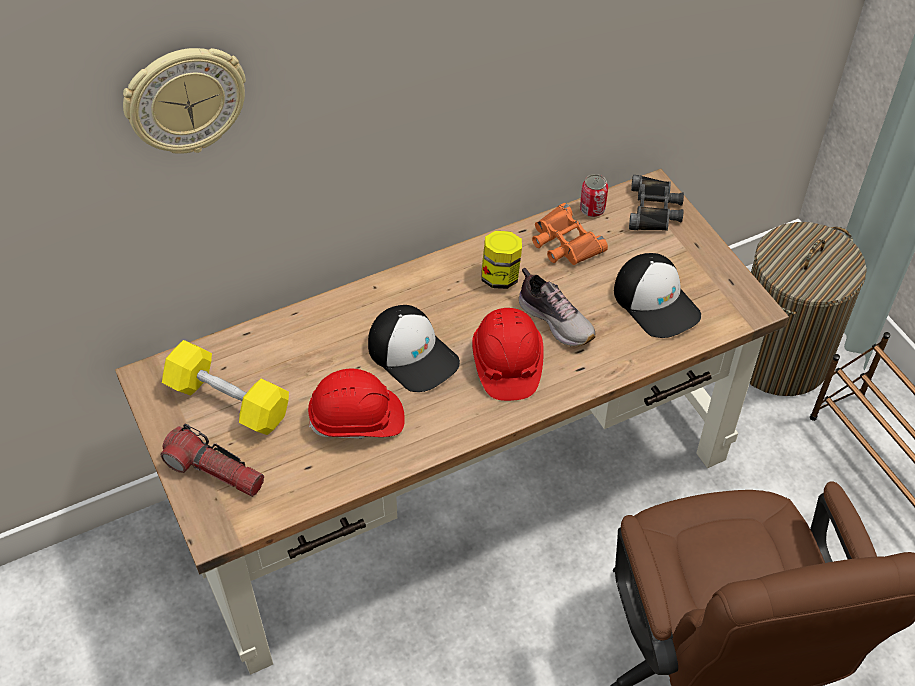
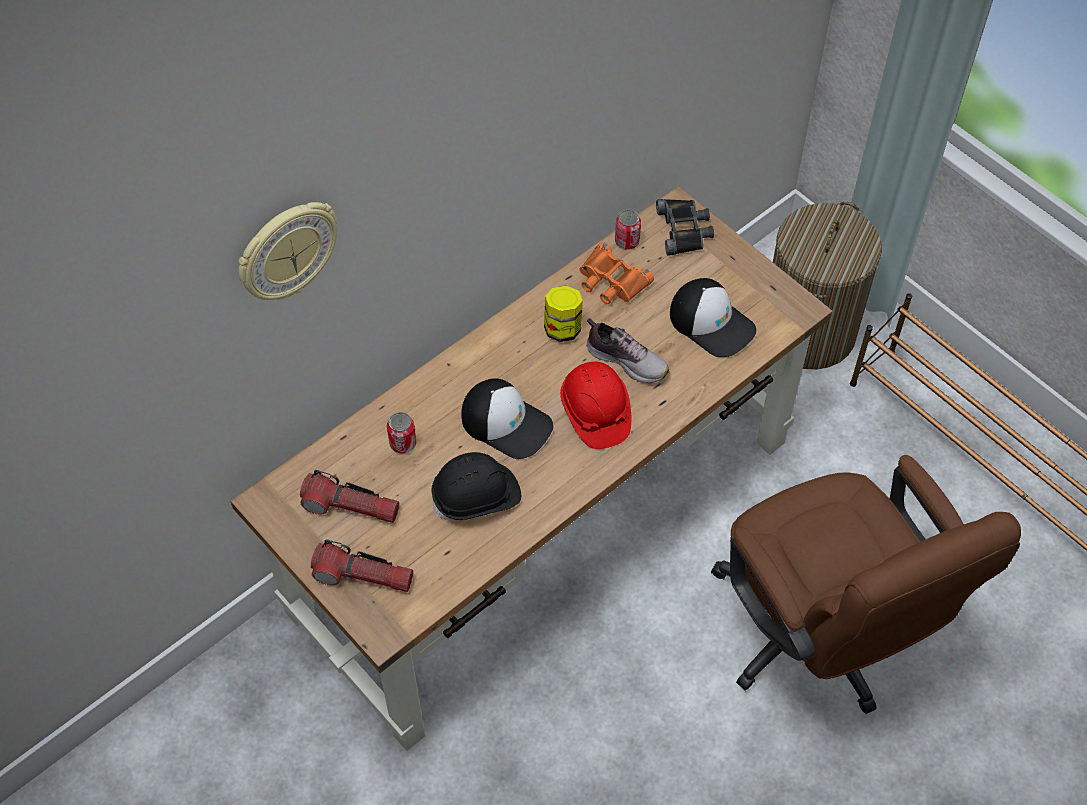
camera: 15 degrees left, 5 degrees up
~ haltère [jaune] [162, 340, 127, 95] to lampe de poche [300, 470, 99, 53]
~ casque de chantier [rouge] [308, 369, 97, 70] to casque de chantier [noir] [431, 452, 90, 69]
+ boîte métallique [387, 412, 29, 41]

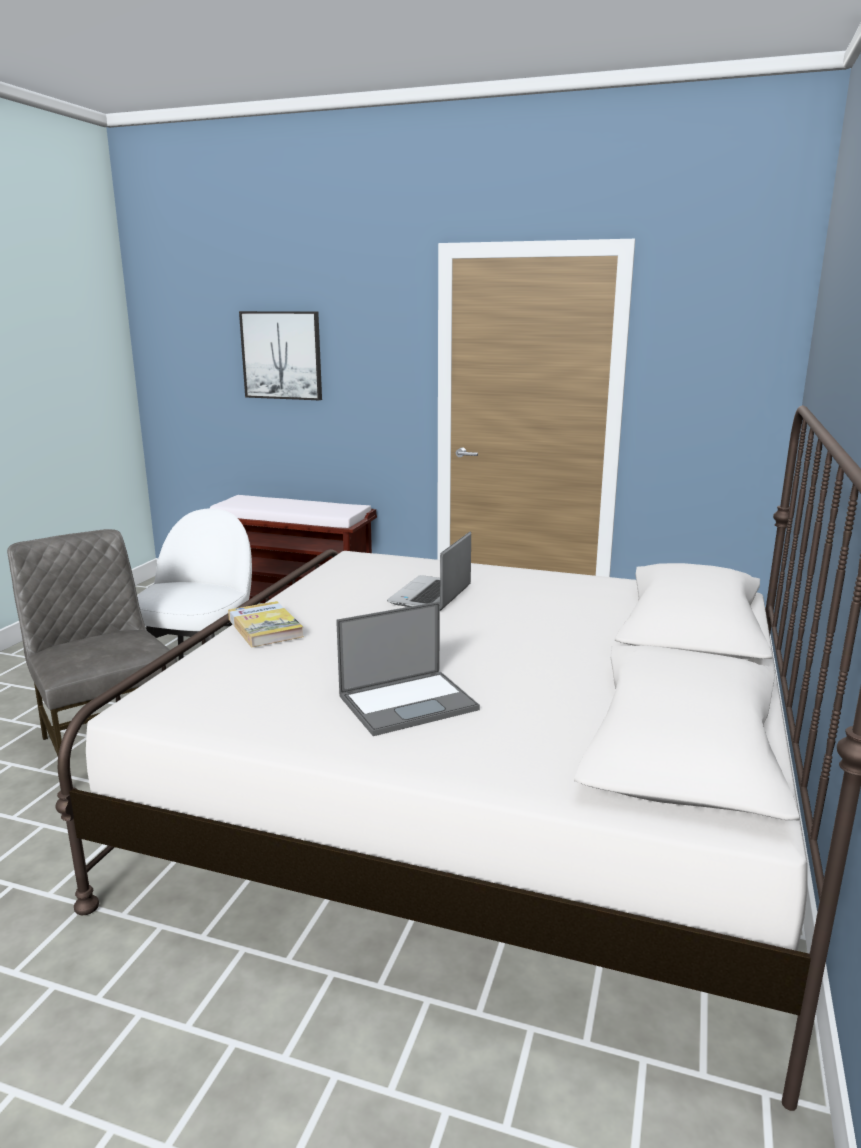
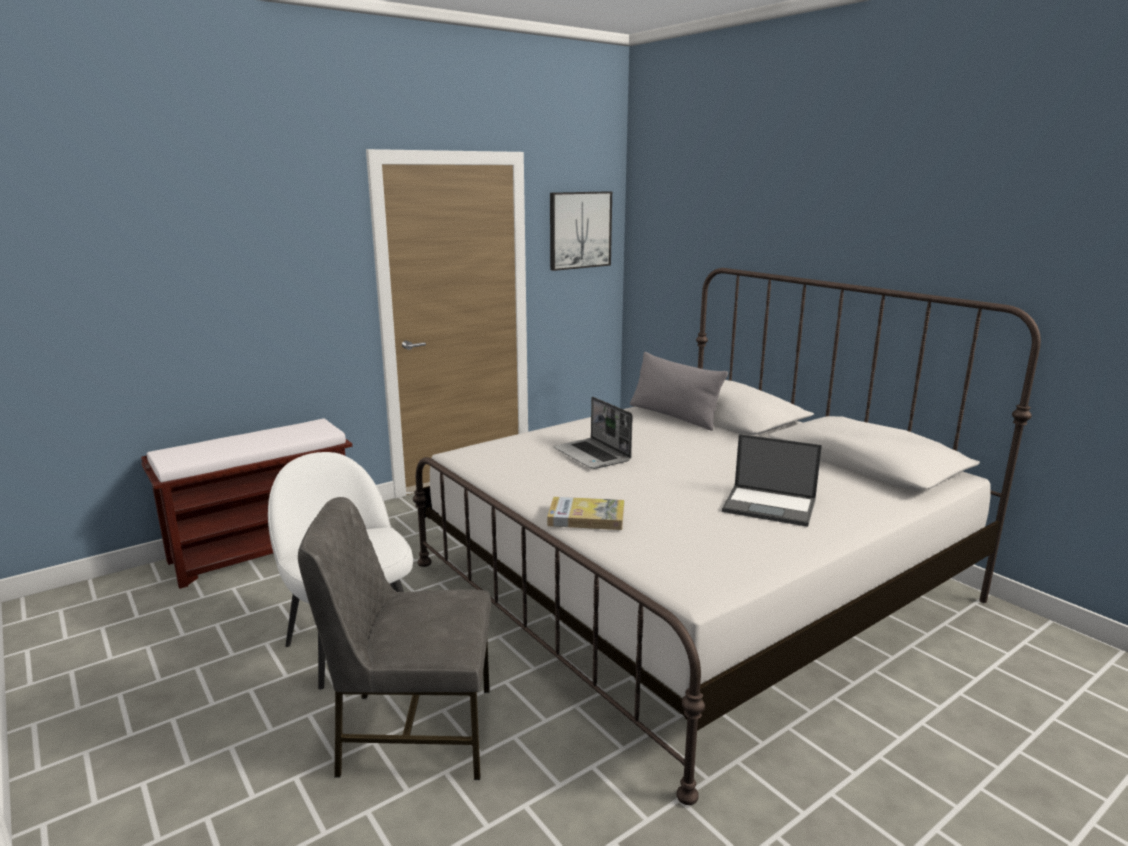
camera: 55 degrees left, 0 degrees up
~ tableau [239, 311, 83, 89] to [550, 191, 62, 80]
~ ordinateur portable [336, 602, 144, 134] = [722, 434, 100, 93] 105 degrees clockwise
+ coussin [gris] [630, 352, 98, 79]

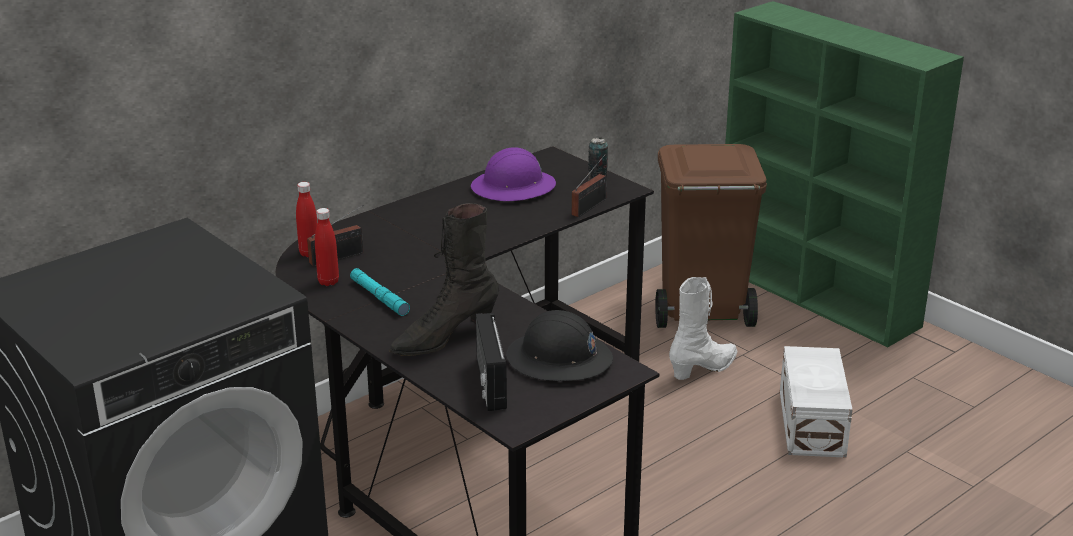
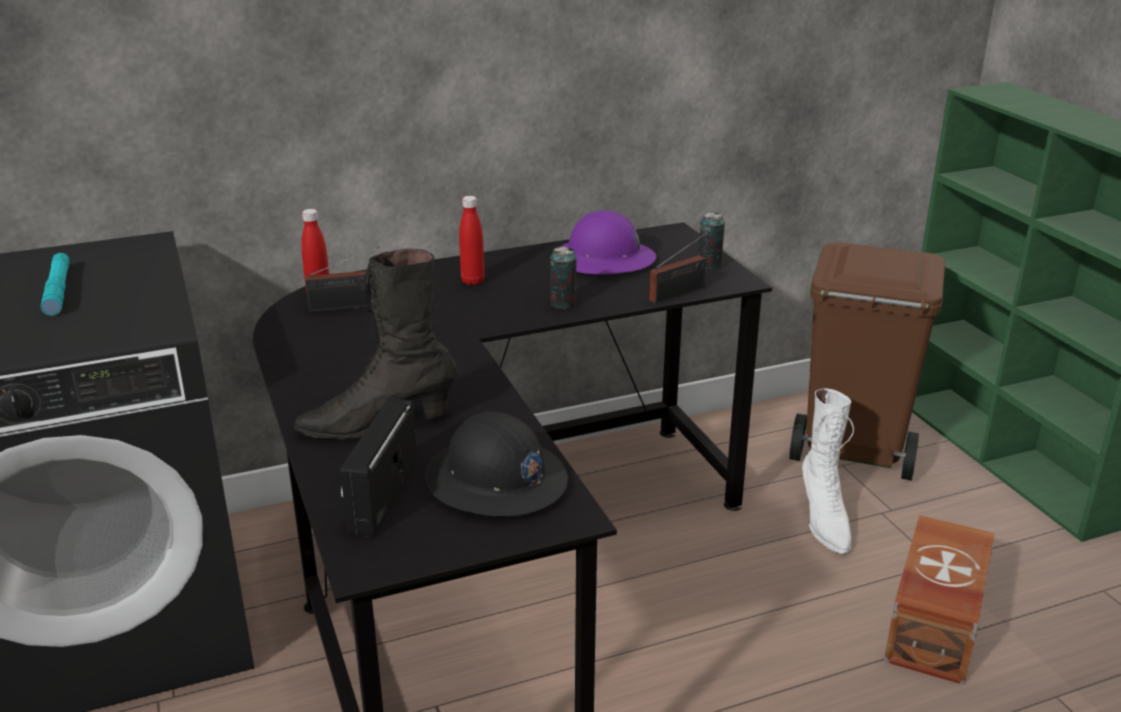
camera: 20 degrees right, 0 degrees up
~ bouteille [rouge] [315, 208, 24, 78] to [459, 196, 26, 89]
~ lampe de poche [turquoise] [350, 268, 60, 48] to [41, 253, 29, 63]
~ botte [blanc] [669, 277, 68, 103] = [802, 389, 52, 165] 105 degrees clockwise
~ boîte de rangement [blanc] [780, 346, 73, 112] to boîte de rangement [marron] [884, 515, 111, 170]
+ boîte métallique [550, 246, 26, 63]

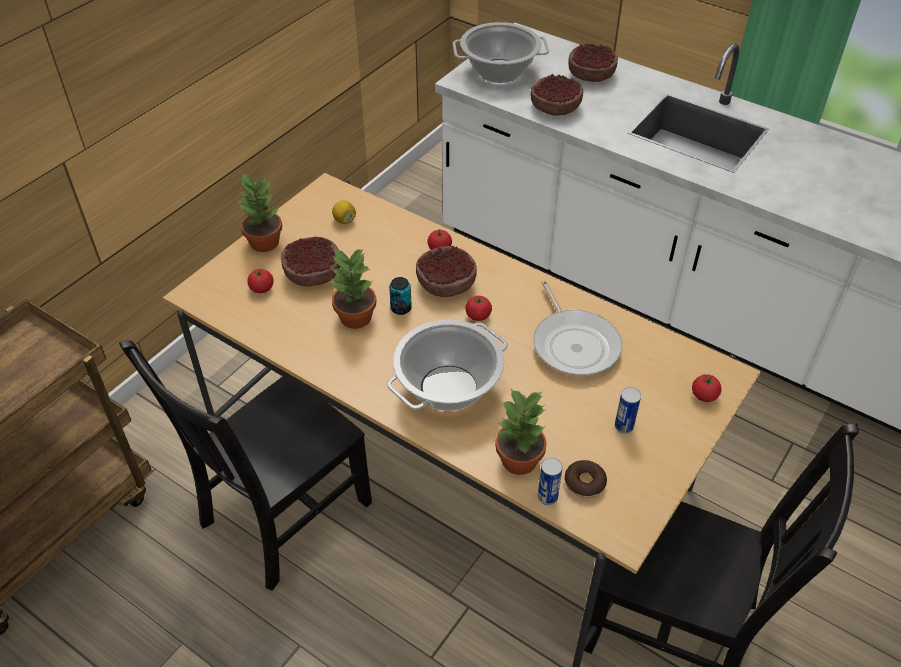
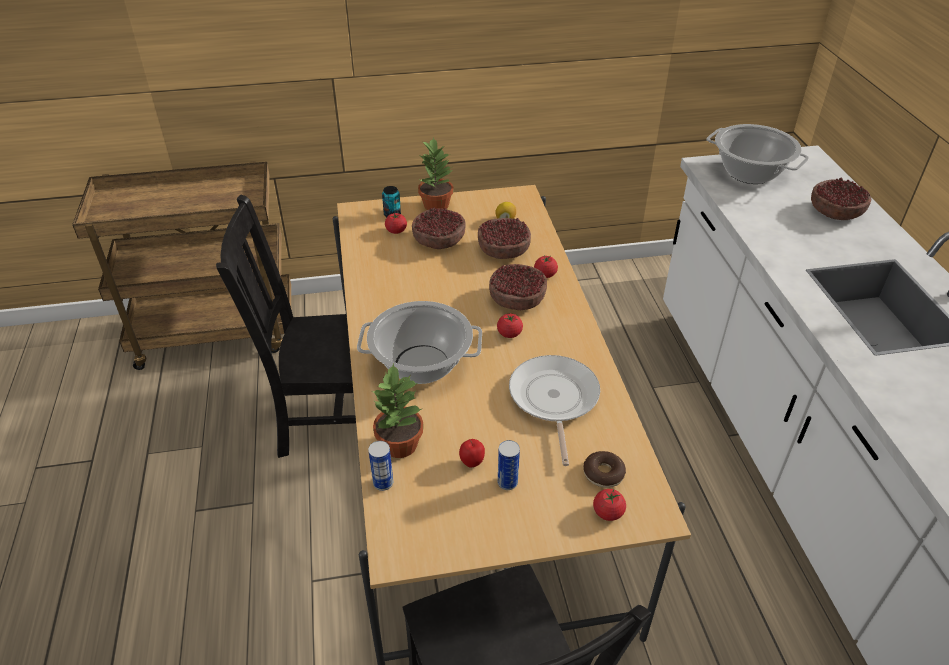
camera: 45 degrees right, 5 degrees down
- plante en pot [331, 248, 45, 81]
~ boîte métallique [389, 277, 23, 38] to [382, 186, 19, 31]
~ bol [530, 74, 53, 42] to [478, 218, 53, 41]
~ poêle [533, 281, 89, 94] = [509, 355, 91, 111] 150 degrees clockwise
~ beignet [564, 460, 43, 38] to [583, 451, 43, 37]
+ pomme [459, 439, 26, 29]

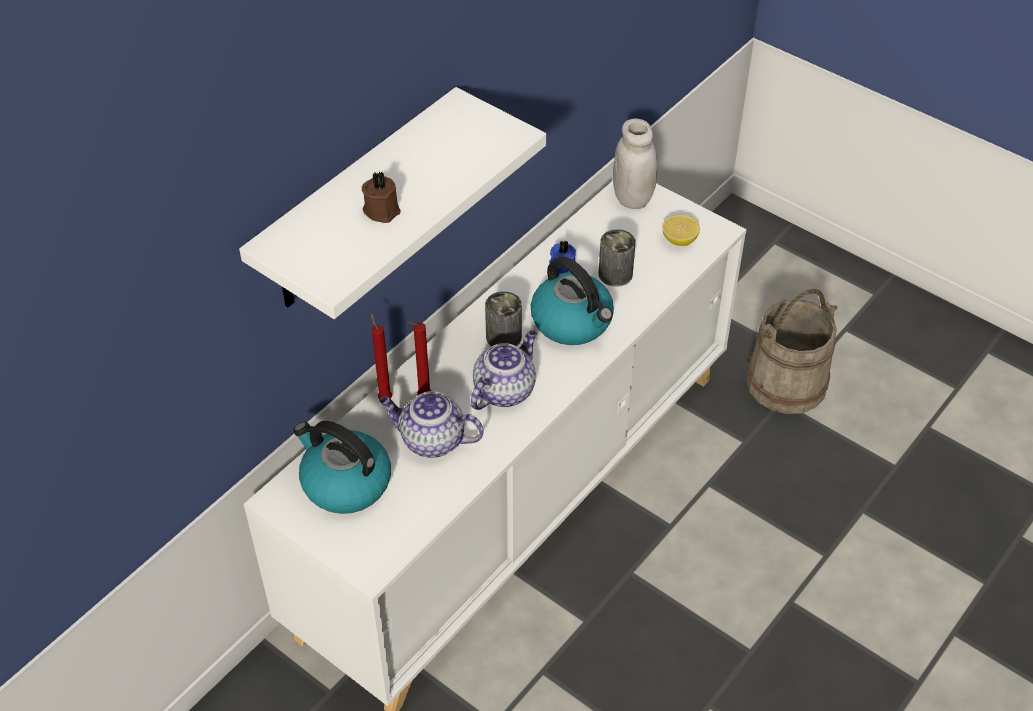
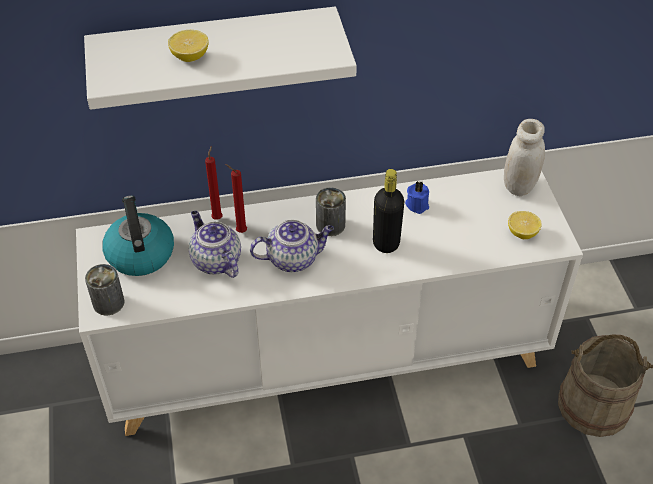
camera: 40 degrees right, 0 degrees up
~ bougie [marron] [362, 171, 39, 52] to citron [168, 30, 41, 32]
~ bouilloire [531, 257, 83, 88] to bouteille [noir] [373, 169, 31, 84]
~ boîte métallique [599, 229, 36, 58] to [85, 264, 40, 51]

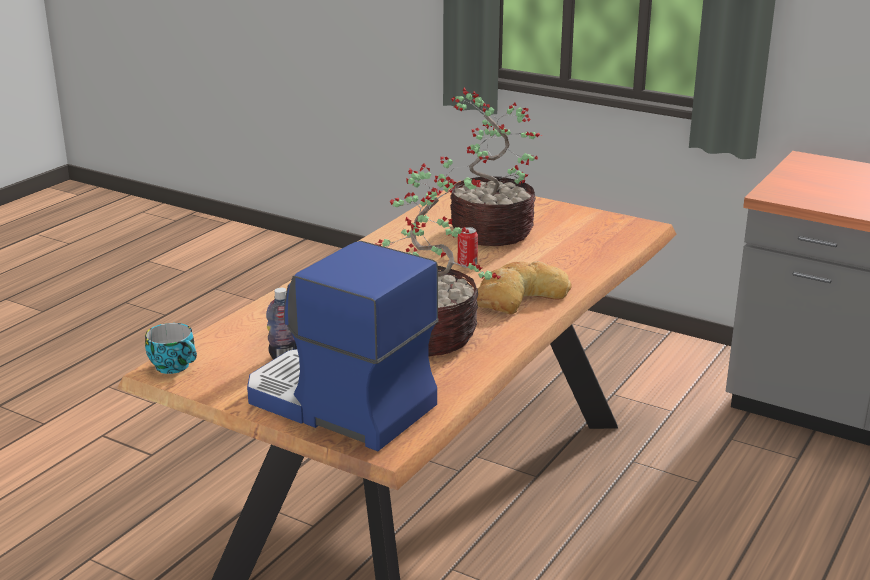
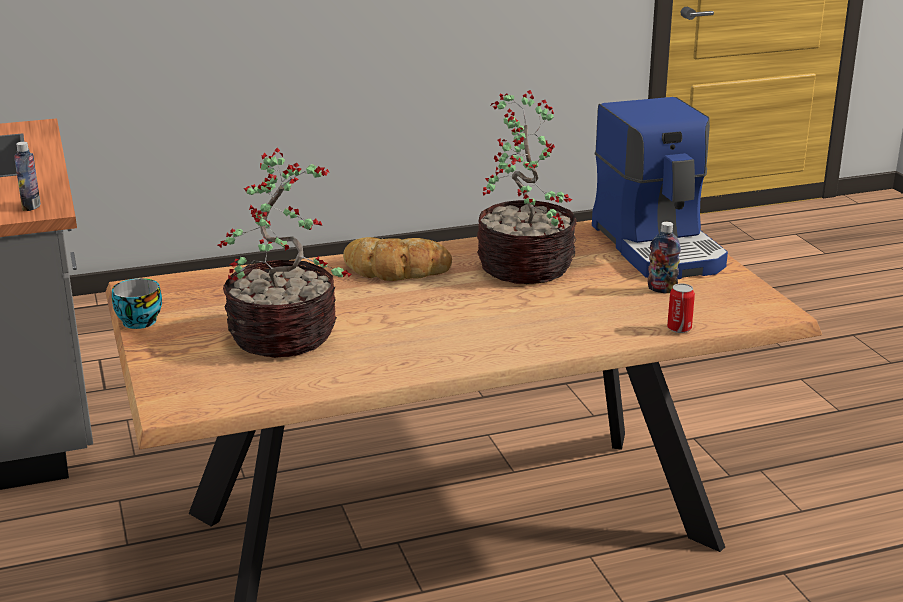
camera: 140 degrees left, 0 degrees up
~ tasse [145, 323, 52, 51] to [112, 278, 50, 51]
~ boîte métallique [458, 227, 20, 41] to [667, 283, 28, 50]
+ bouteille [14, 142, 27, 69]

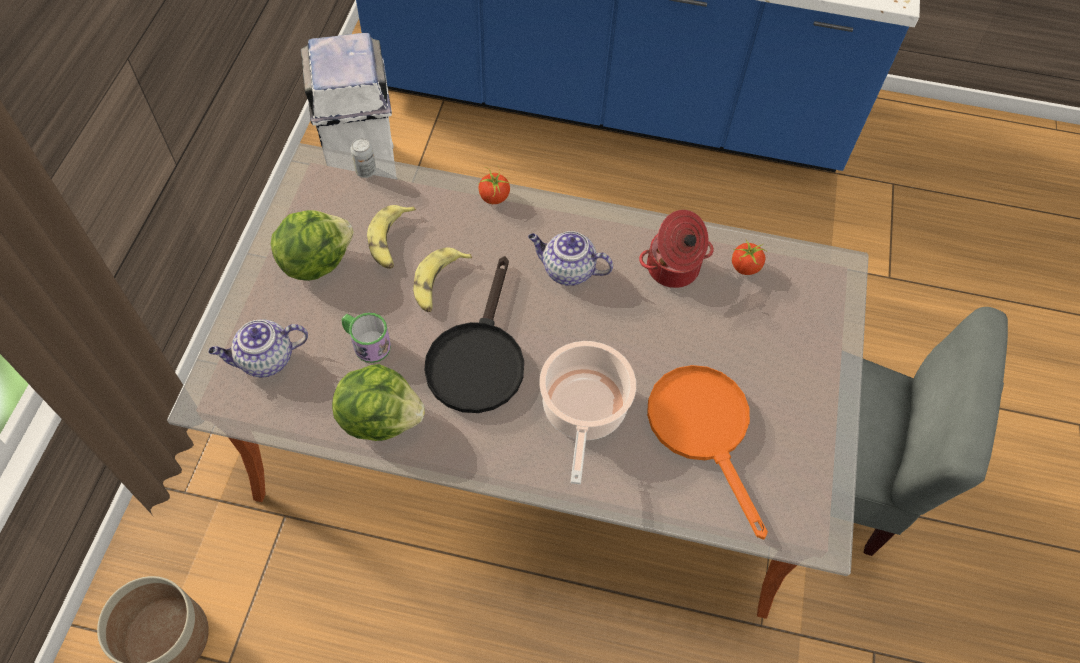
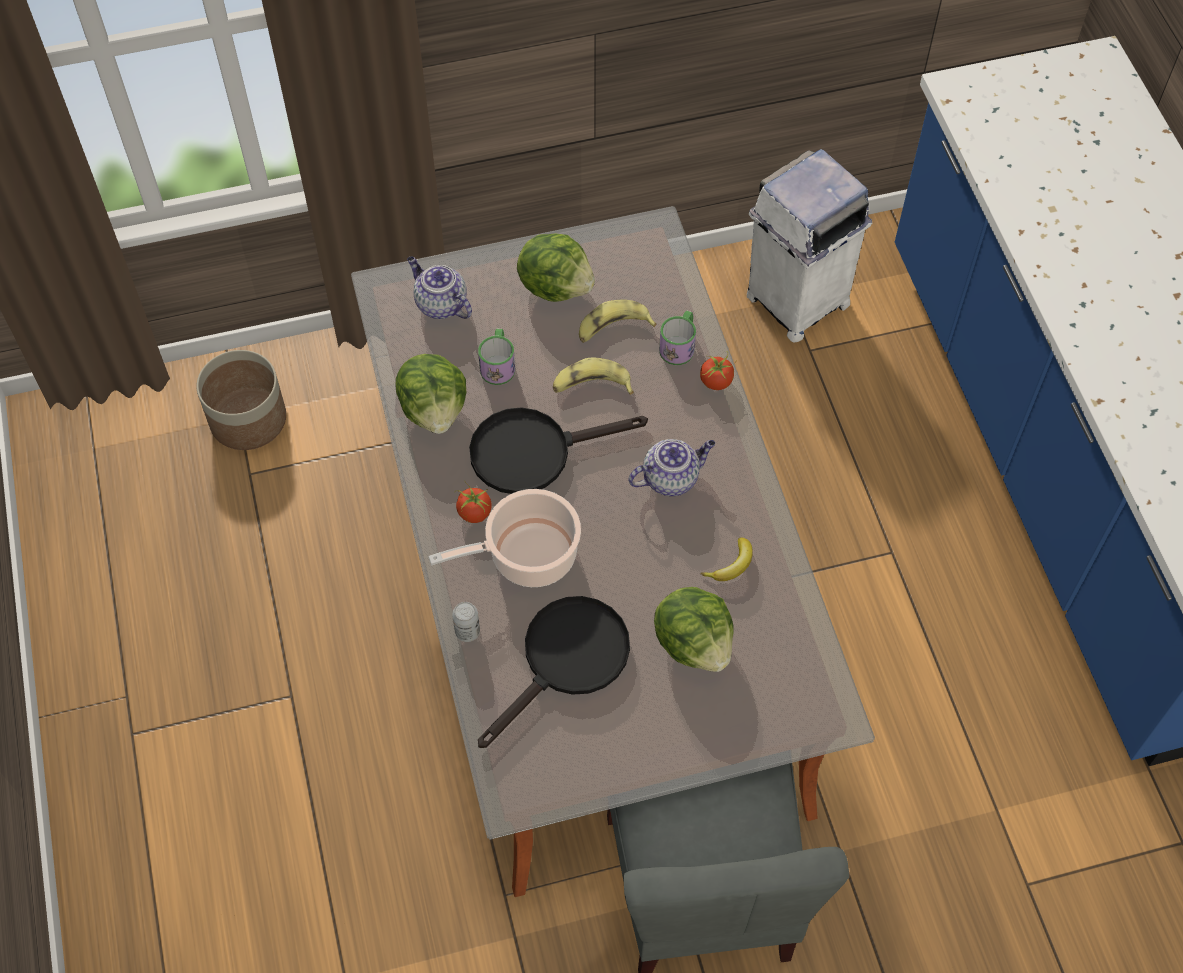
camera: 65 degrees right, 0 degrees up
~ boîte métallique [350, 138, 26, 40] to [452, 602, 28, 40]
~ théière [528, 231, 85, 55] = [628, 439, 87, 57] 75 degrees clockwise
~ marmite [639, 210, 75, 78] to banane [700, 537, 53, 44]
~ poêle [orange] [647, 365, 121, 174] to poêle [noir] [478, 596, 152, 152]
~ tomate [732, 240, 34, 35] to [454, 482, 38, 41]
+ laitue [654, 587, 80, 85]
+ mug [659, 310, 37, 55]

